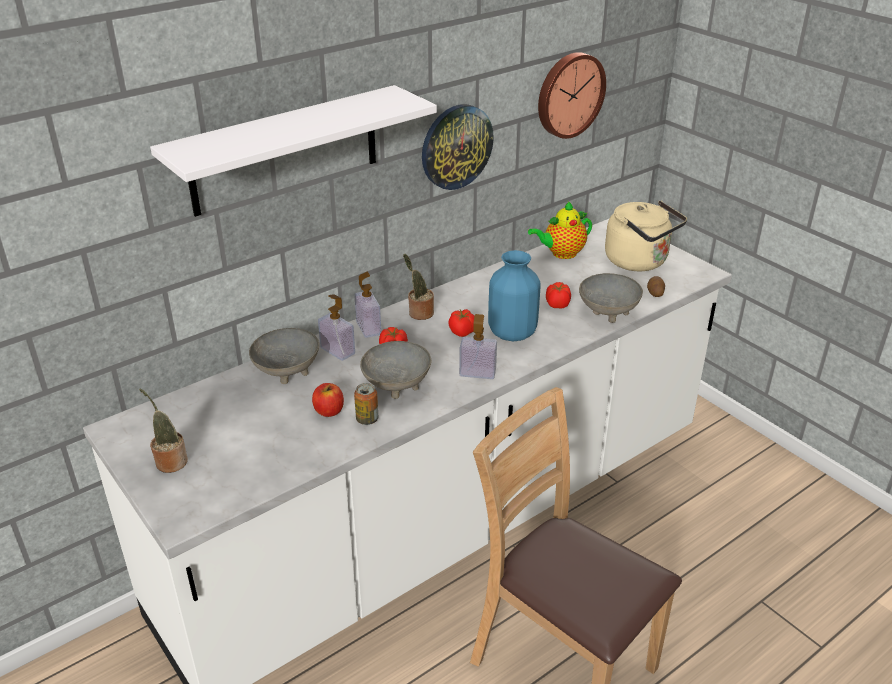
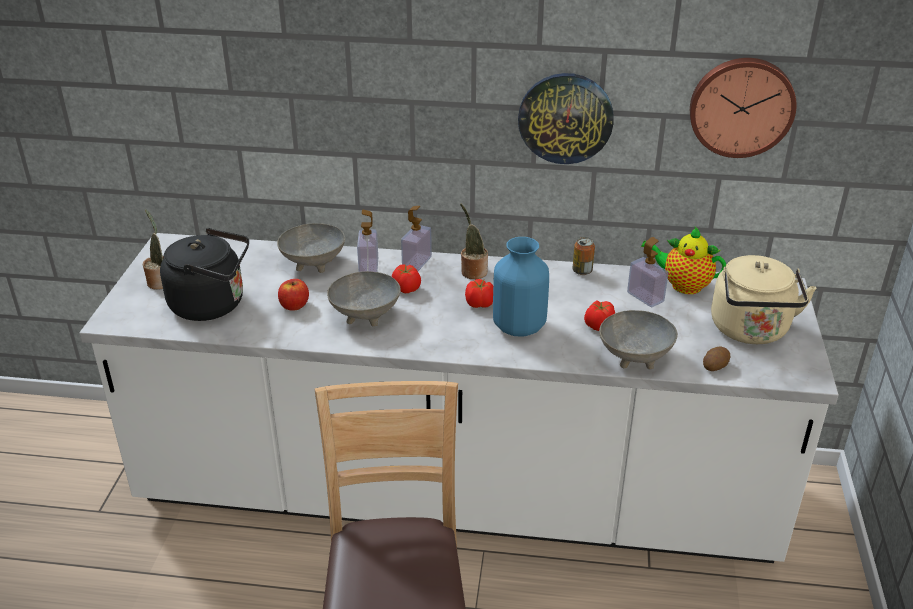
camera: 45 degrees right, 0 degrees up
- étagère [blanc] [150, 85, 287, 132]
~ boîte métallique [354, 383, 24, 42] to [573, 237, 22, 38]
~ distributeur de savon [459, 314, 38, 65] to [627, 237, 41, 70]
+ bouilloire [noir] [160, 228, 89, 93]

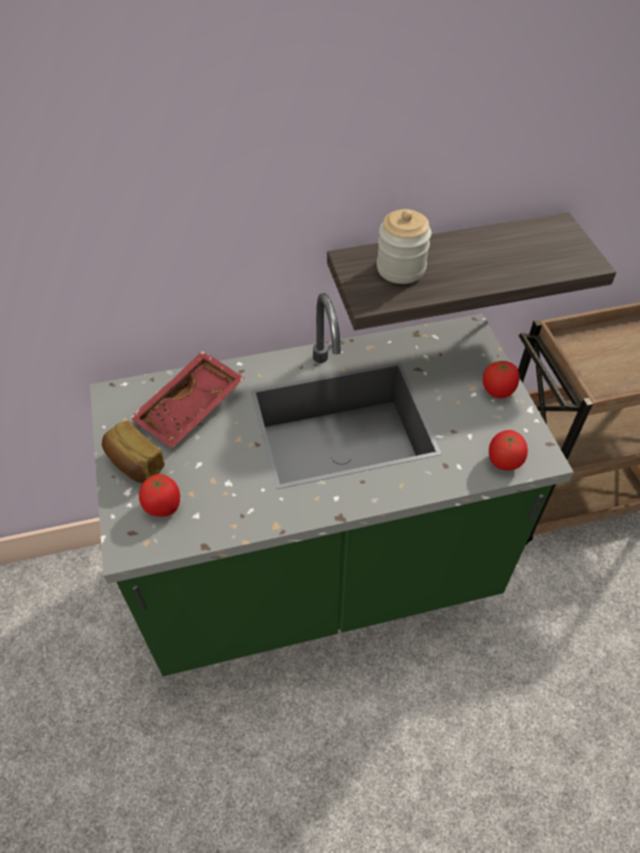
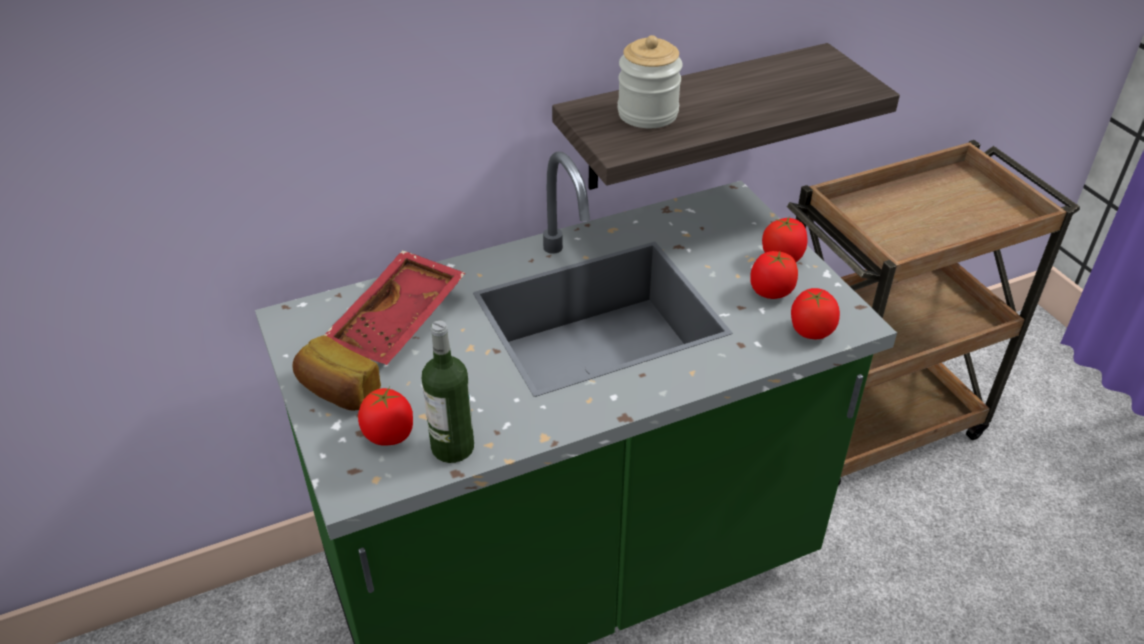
camera: 10 degrees left, 10 degrees down
+ bouteille [422, 321, 52, 142]
+ tomate [750, 251, 48, 48]

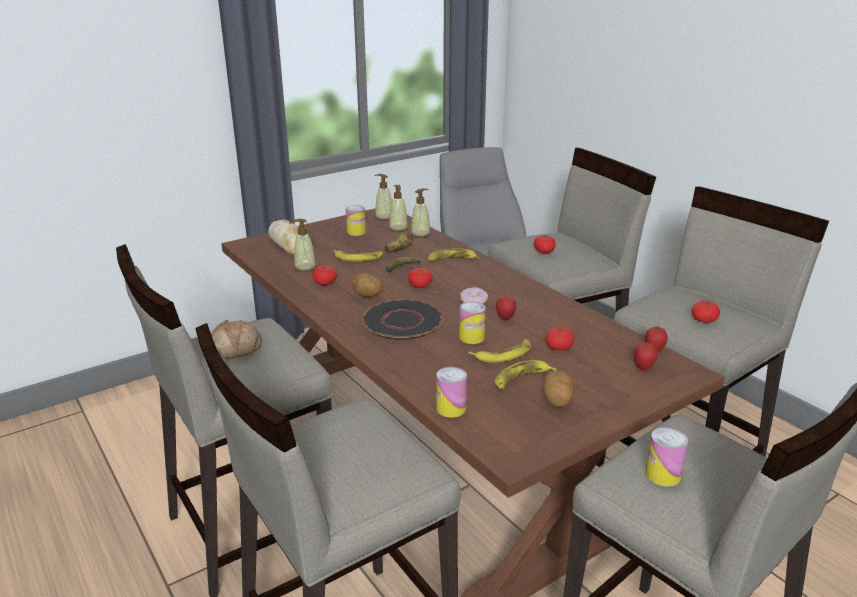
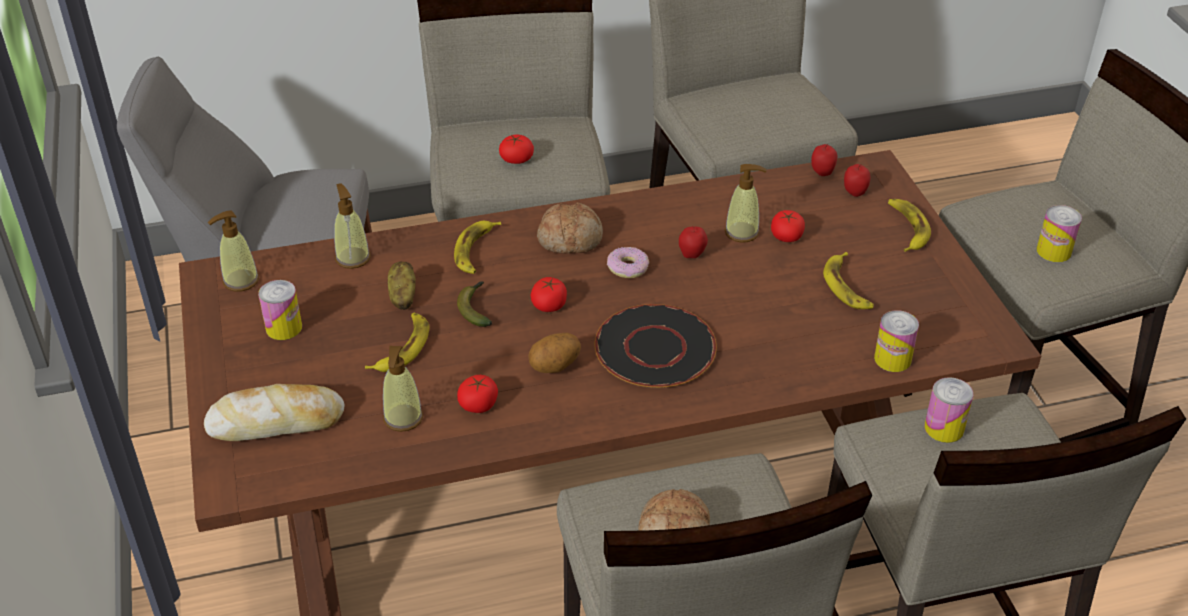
camera: 70 degrees left, 15 degrees up
~ distributeur de savon [389, 185, 19, 47] to [725, 164, 42, 79]
~ boîte métallique [459, 301, 27, 43] to [925, 377, 48, 66]
~ banane [469, 339, 62, 24] to [888, 199, 43, 53]
- pomme de terre [543, 371, 32, 36]
- tomate [692, 300, 28, 23]
+ pain [537, 202, 66, 52]

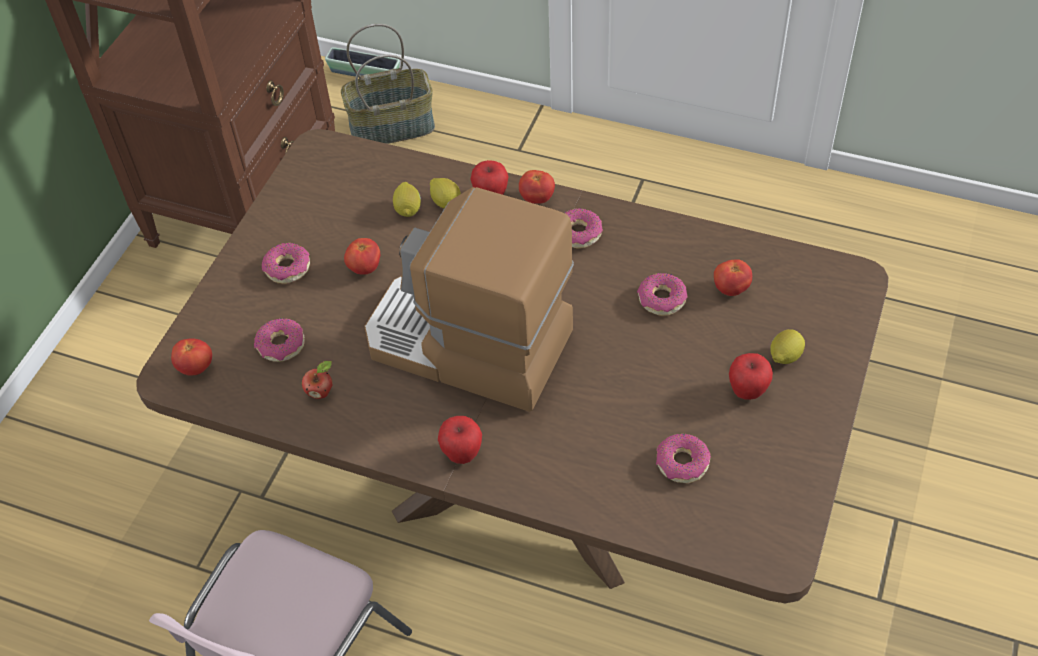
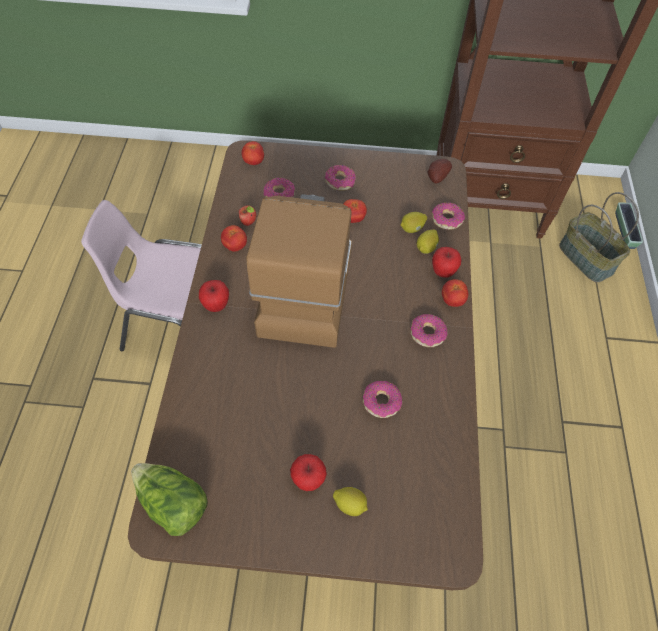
camera: 70 degrees right, 5 degrees up
~ beignet [656, 434, 55, 49] to [432, 202, 33, 28]
~ tomate [714, 259, 38, 37] to [221, 225, 26, 27]
+ laitue [131, 463, 77, 73]
+ pomme de terre [428, 159, 24, 25]

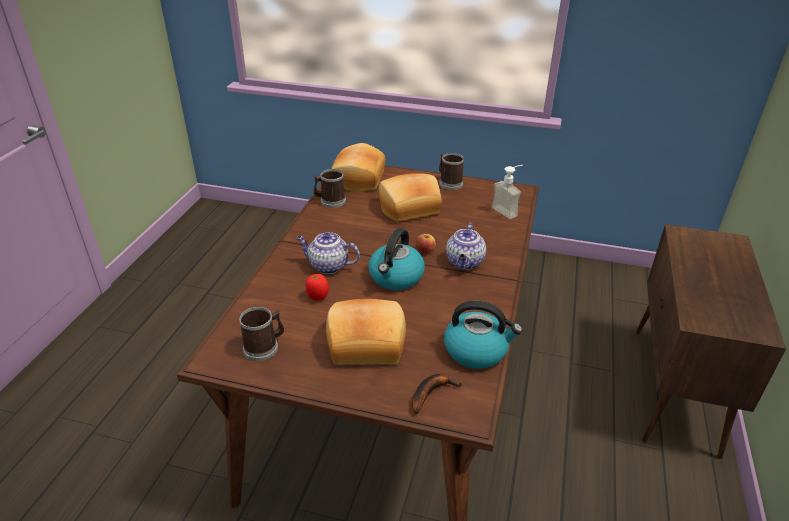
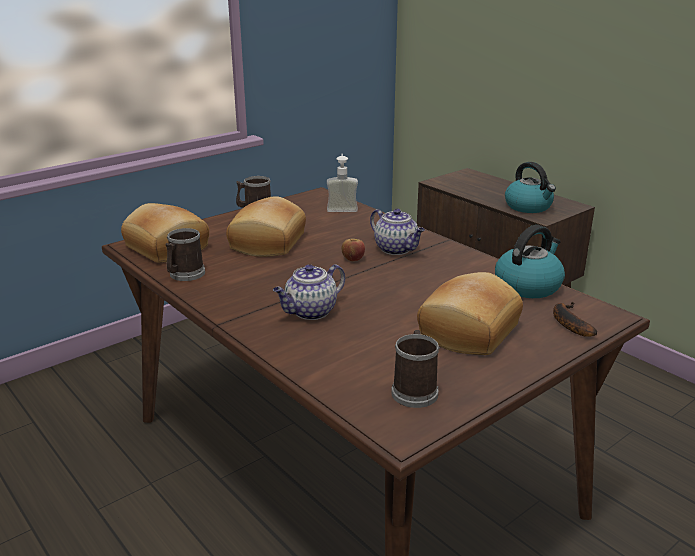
camera: 55 degrees left, 10 degrees down
- tomate [306, 274, 23, 27]
~ bouilloire [368, 228, 57, 62] to [505, 162, 51, 51]

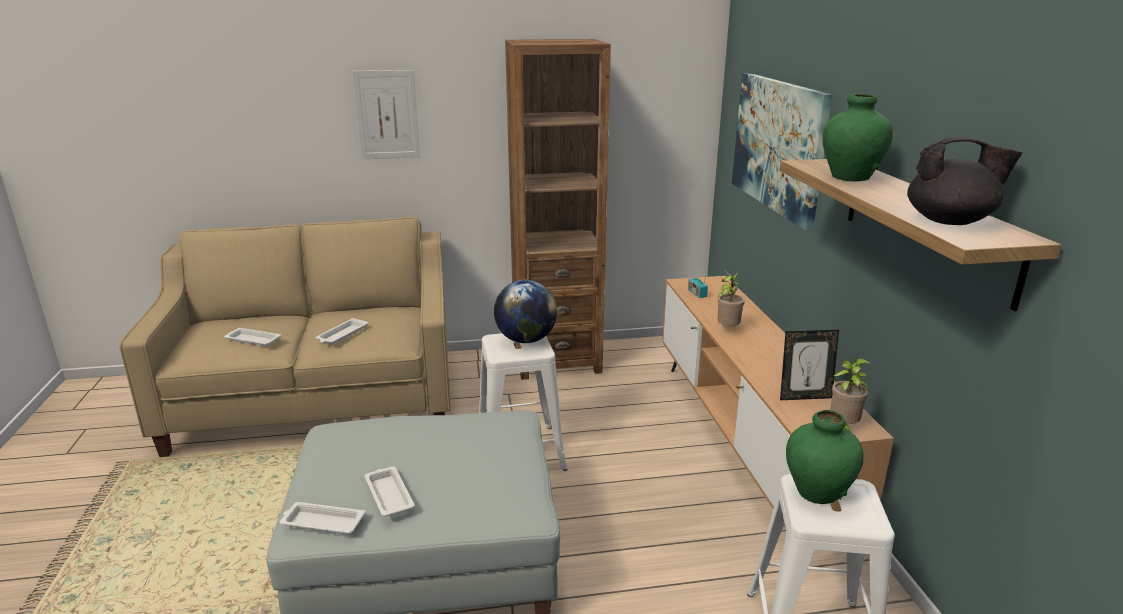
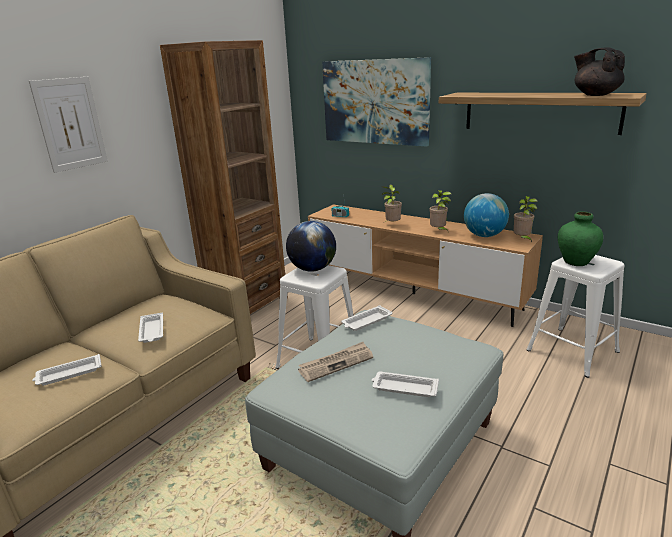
camera: 45 degrees left, 0 degrees up
~ plateau [blanc] [280, 502, 86, 32] to [341, 305, 52, 26]
~ cadre photo [780, 330, 59, 70] to globe [464, 193, 45, 44]
- vase [vert] [822, 93, 71, 88]
~ théière [noir] [907, 136, 115, 89] = [574, 47, 51, 49] 90 degrees counterclockwise
+ journal [298, 342, 75, 40]
+ plante en pot [429, 190, 22, 41]

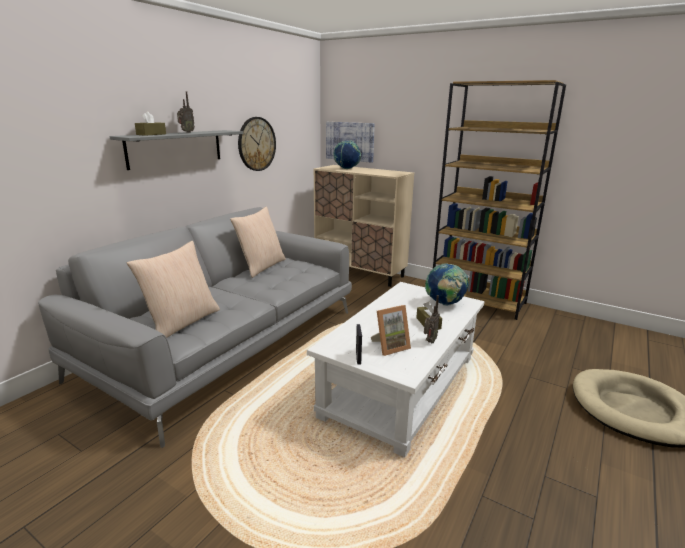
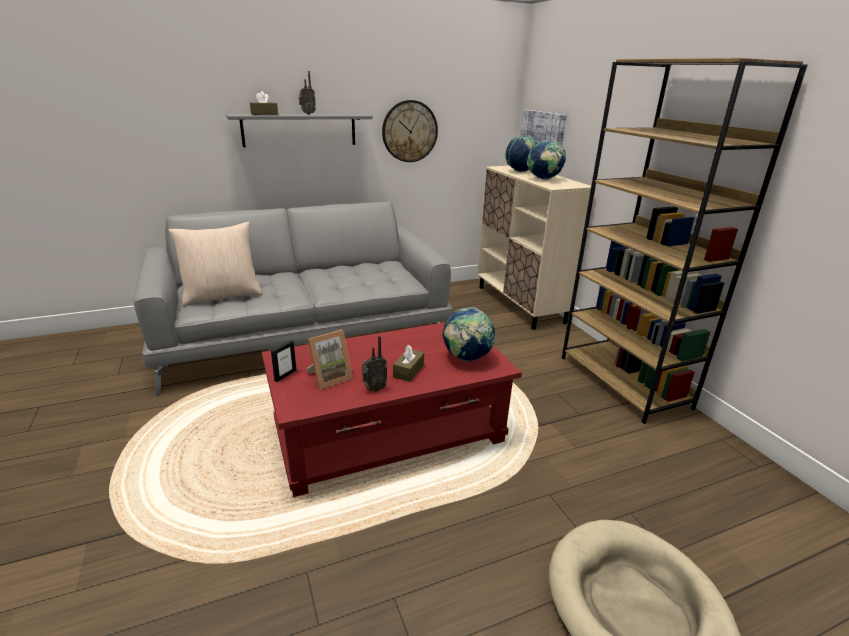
camera: 35 degrees right, 5 degrees up
- coussin [beige] [230, 207, 56, 71]
~ table basse [blanc] [307, 282, 177, 175] to table basse [rouge] [262, 322, 260, 175]
~ cadre photo [371, 305, 40, 51] = [307, 330, 46, 60] 45 degrees counterclockwise
+ globe [527, 140, 39, 40]

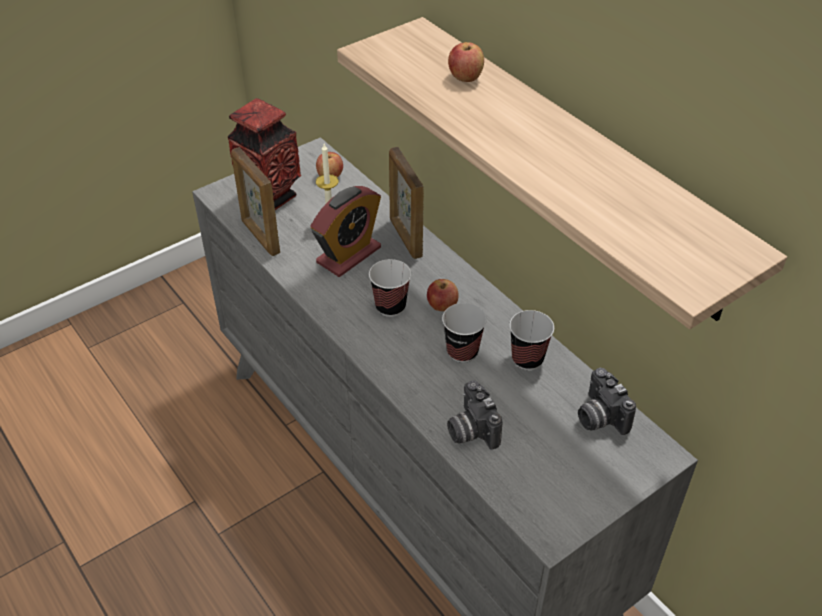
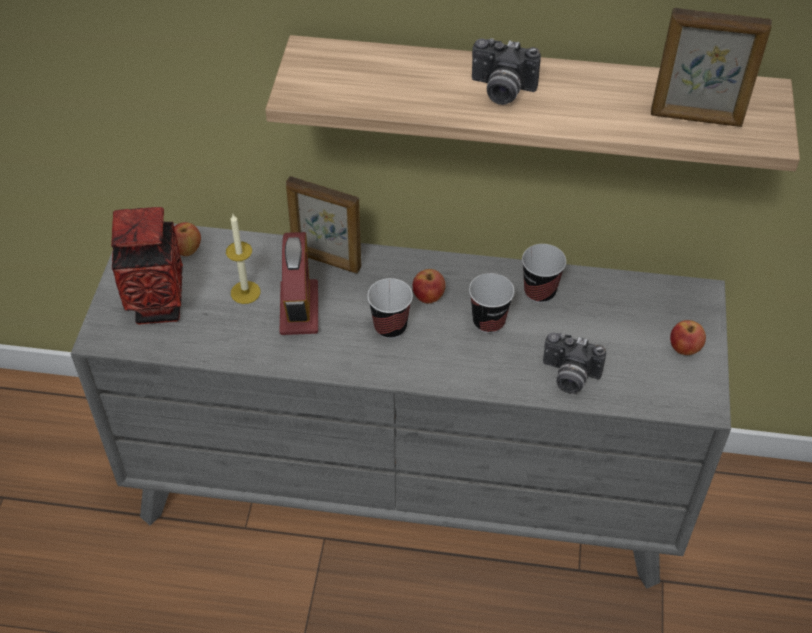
camera: 45 degrees left, 5 degrees up
~ cadre photo [231, 147, 49, 109] to [651, 8, 121, 119]
~ pomme [448, 42, 36, 40] to [670, 320, 36, 35]
~ appareil photo [578, 368, 58, 67] to [472, 38, 69, 67]

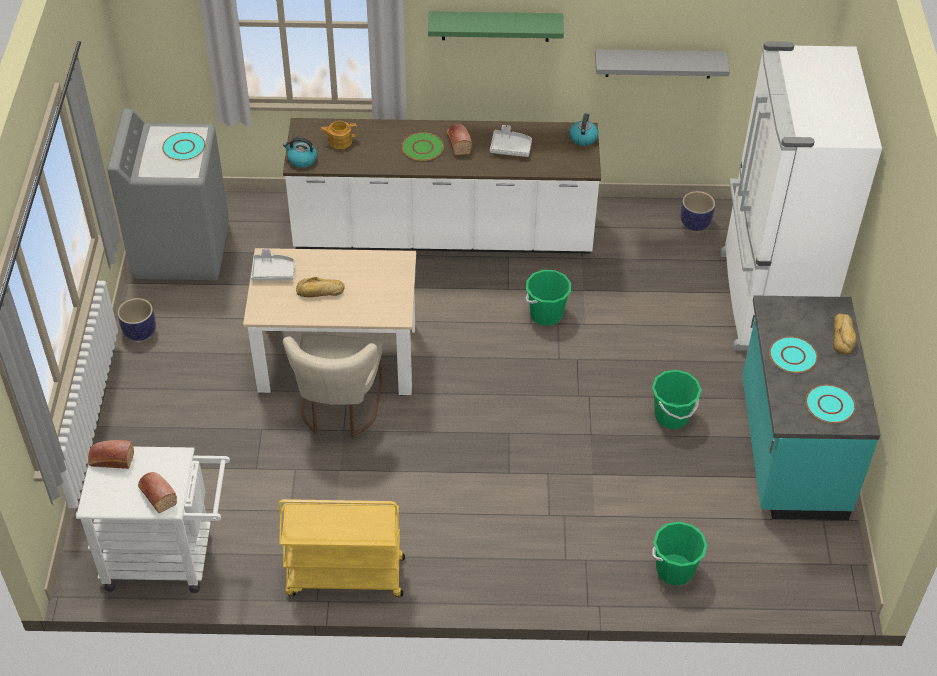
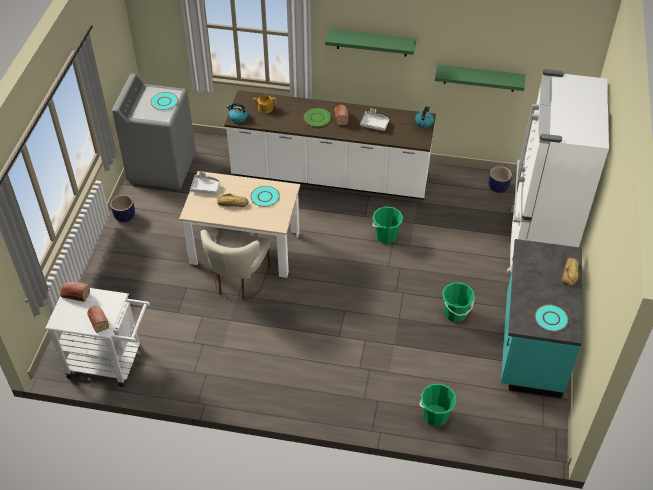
camera: 10 degrees right, 0 degrees up
- chariot [jaune] [279, 499, 126, 98]
~ étagère [gris] [595, 49, 135, 30] to étagère [vert] [435, 65, 90, 27]
~ assiette [turquoise] [769, 337, 49, 36] to [250, 186, 30, 21]

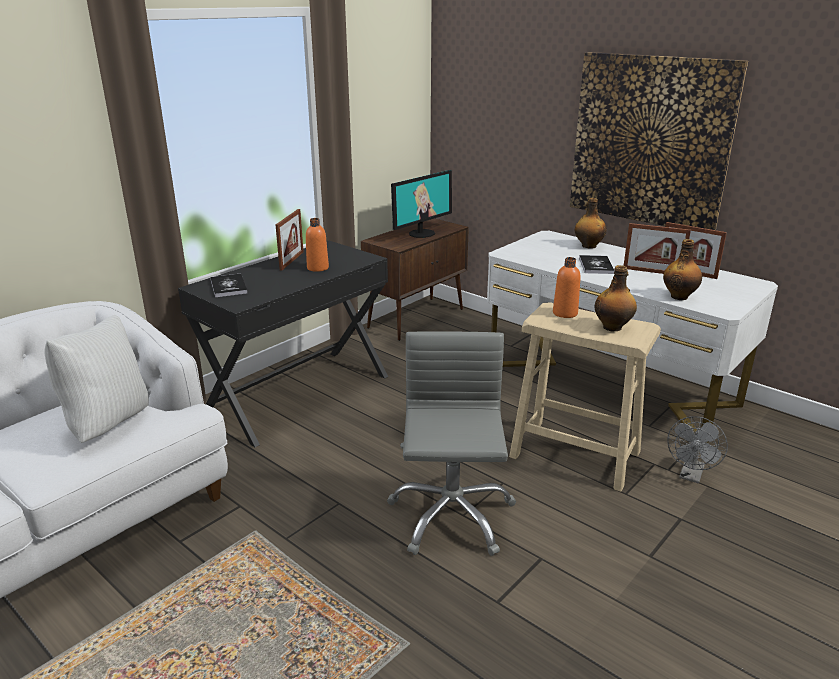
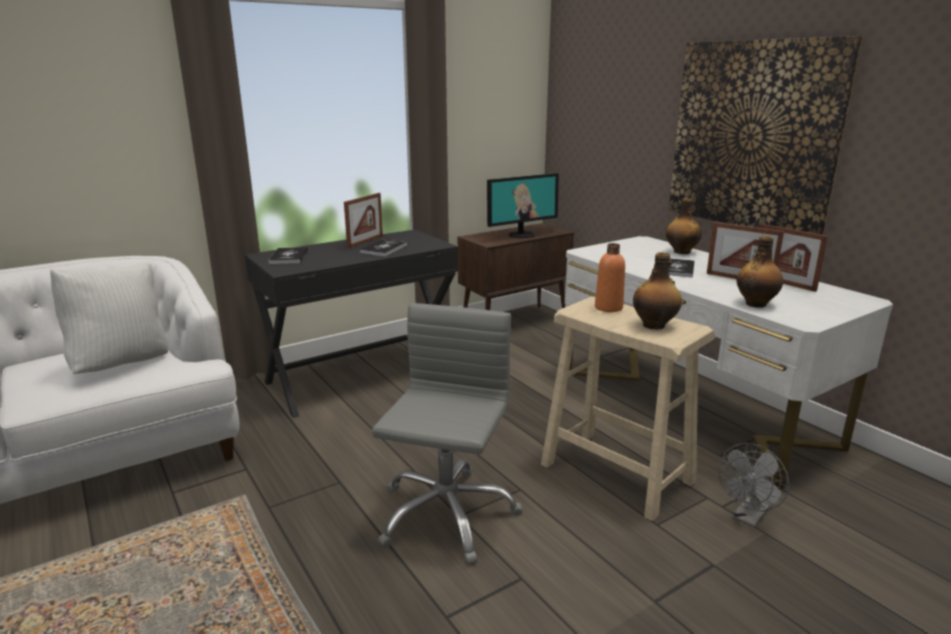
camera: 15 degrees right, 5 degrees down
~ bouteille [orange] [306, 218, 23, 54] to livre [359, 239, 48, 17]

